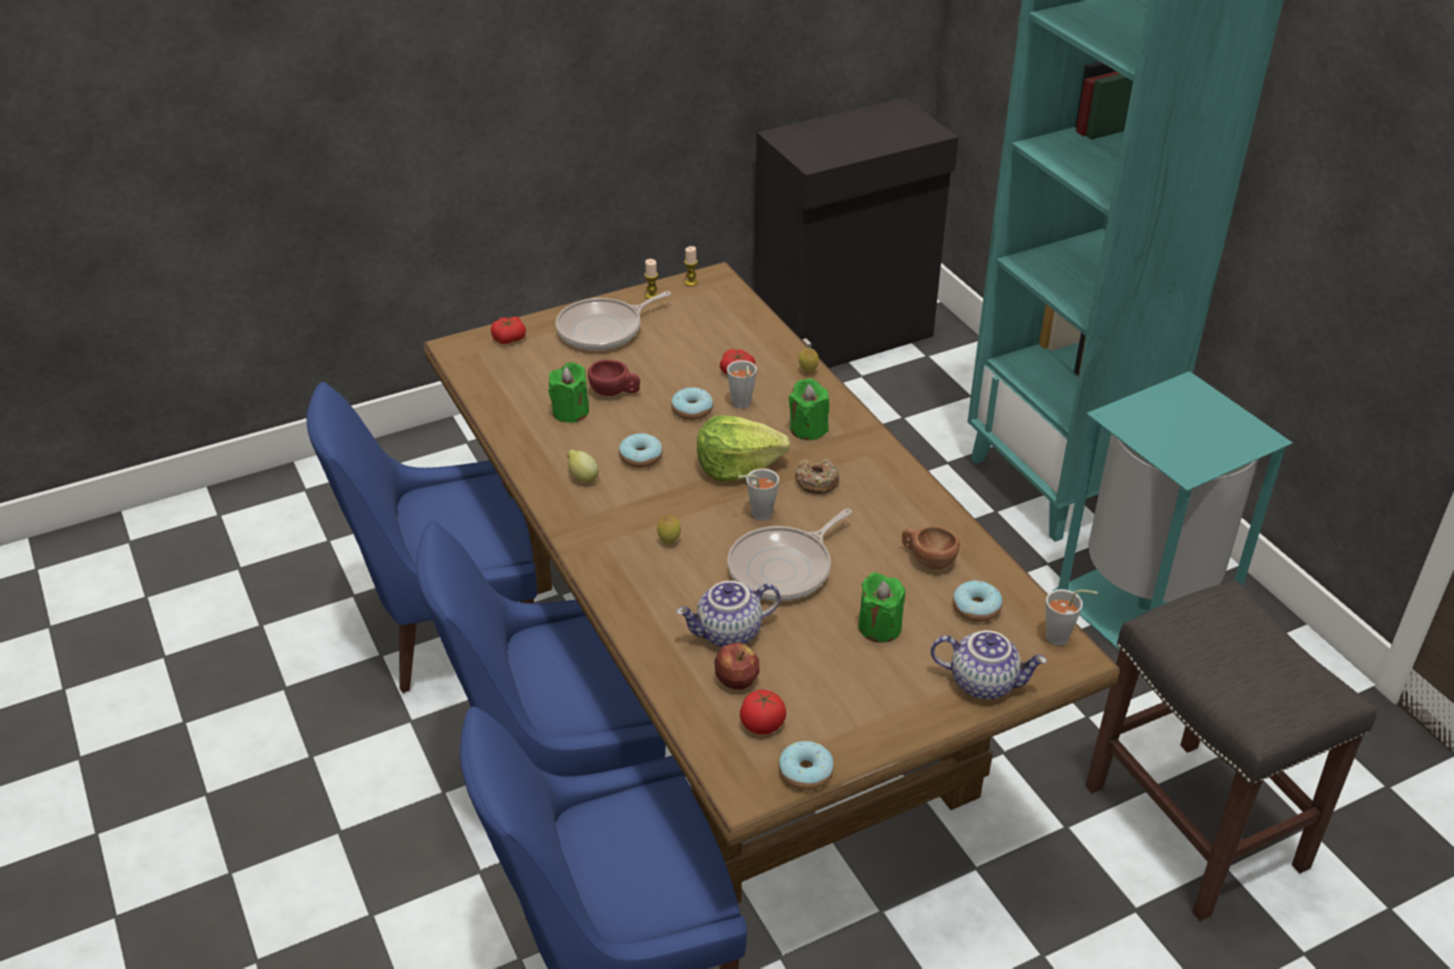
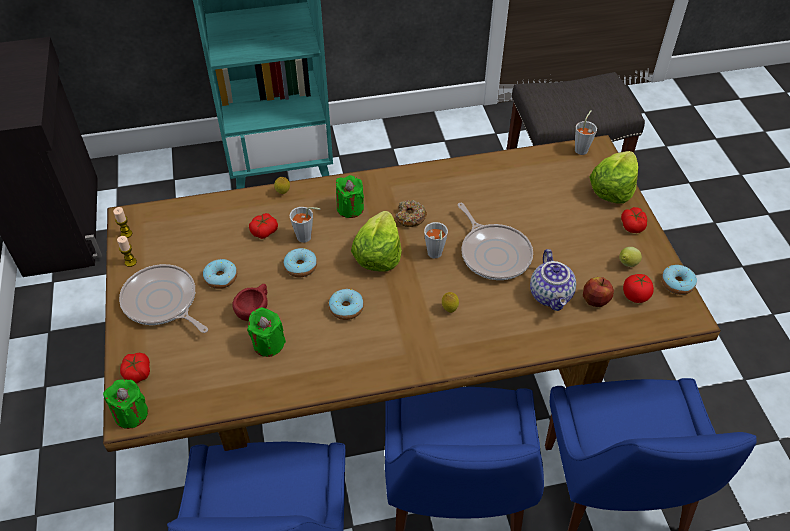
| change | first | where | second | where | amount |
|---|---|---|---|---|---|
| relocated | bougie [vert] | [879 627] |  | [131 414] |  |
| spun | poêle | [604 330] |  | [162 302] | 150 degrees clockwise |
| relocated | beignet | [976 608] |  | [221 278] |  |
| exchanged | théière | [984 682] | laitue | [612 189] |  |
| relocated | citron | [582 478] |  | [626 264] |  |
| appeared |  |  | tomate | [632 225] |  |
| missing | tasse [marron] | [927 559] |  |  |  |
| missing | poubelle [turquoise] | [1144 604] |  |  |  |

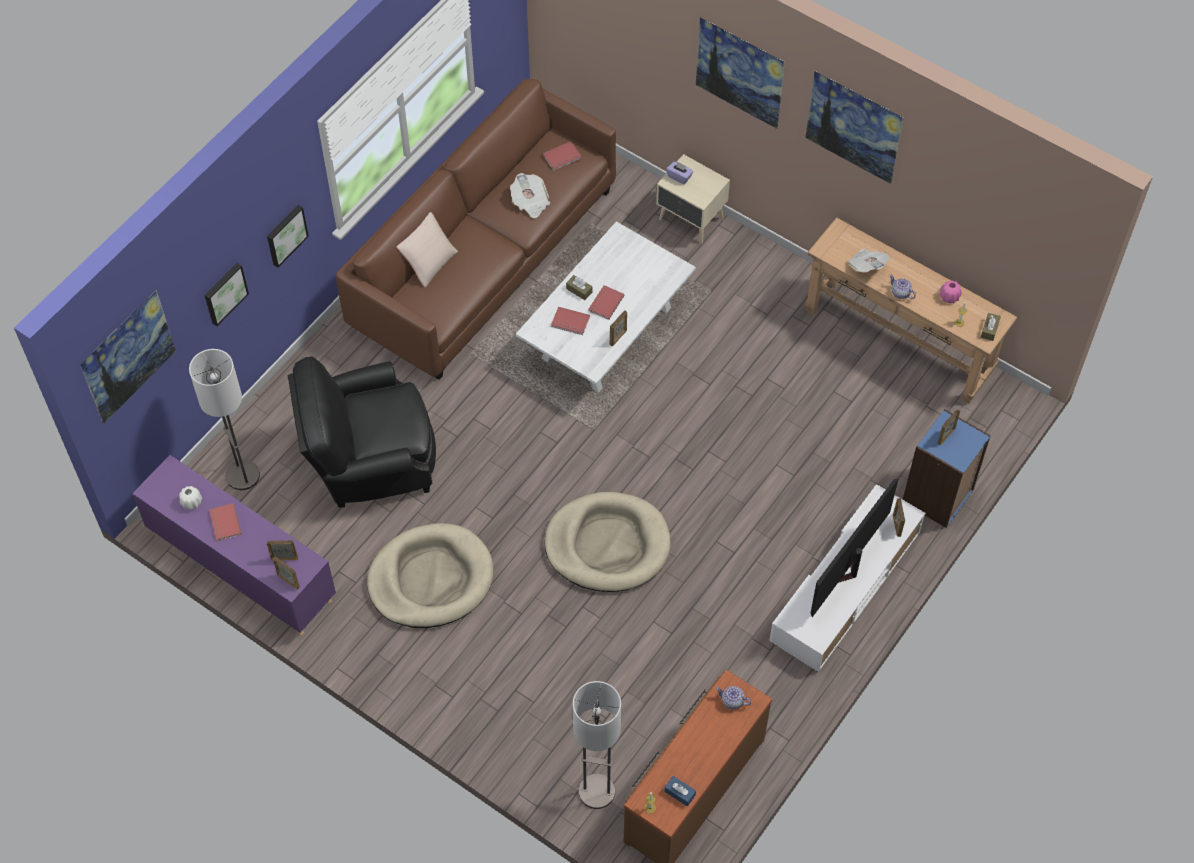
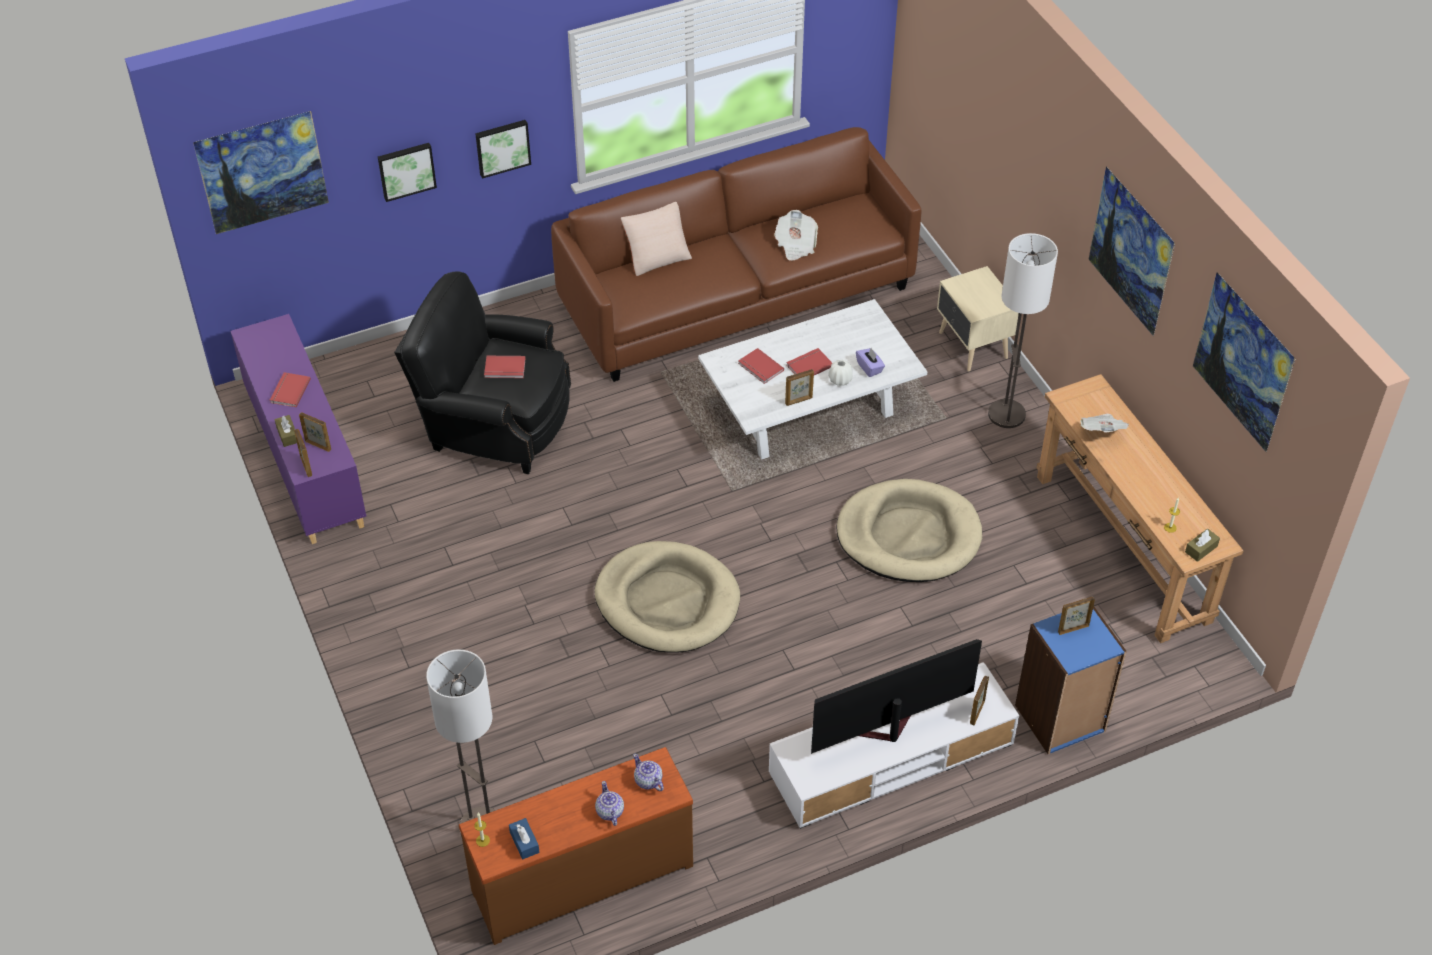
| change | first | where | second | where | amount |
|---|---|---|---|---|---|
| relocated | boîte à mouchoirs [marron] | [579 290] |  | [287 435] |  |
| relocated | livre [rouge] | [562 157] |  | [505 369] |  |
| relocated | théière | [900 293] |  | [609 812] |  |
| relocated | vase [blanc] | [191 502] |  | [840 380] |  |
| relocated | panier pour chien [beige] | [431 579] |  | [908 535] |  |
| relocated | boîte à mouchoirs [violet] | [679 177] |  | [869 368] |  |
| relocated | lampadaire | [242 475] |  | [1006 414] |  |
| relocated | tableau | [737 90] |  | [1235 385] |  |
| missing | vase [rose] | [949 297] |  |  |  |

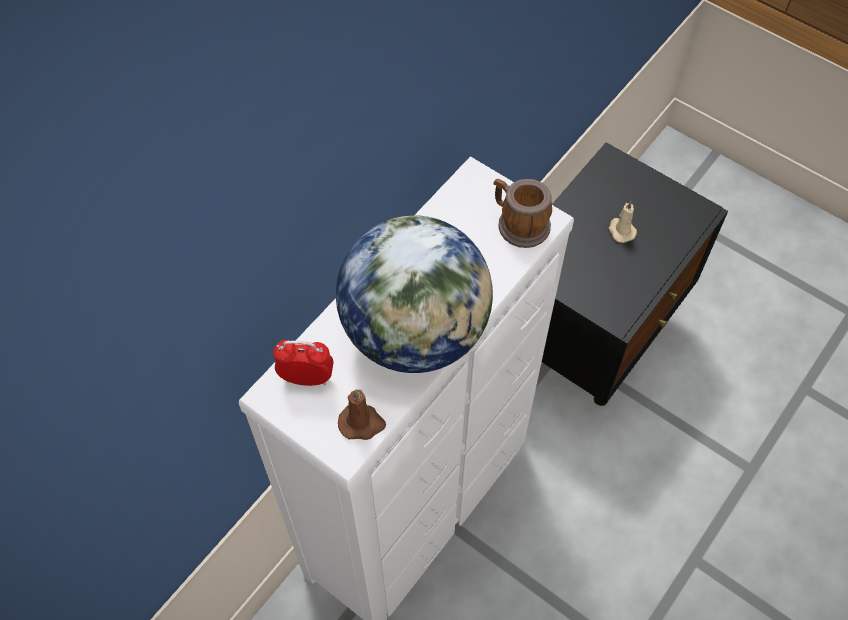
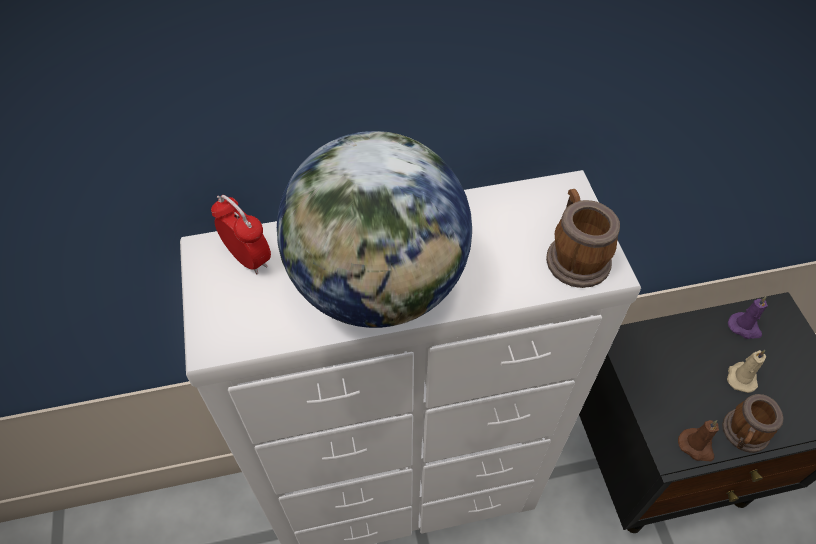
| change | first | where | second | where | amount |
|---|---|---|---|---|---|
| relocated | bougie [marron] | [362 423] |  | [696 446] |  |
| appeared |  |  | mug | [743 435] |  |
| appeared |  |  | bougie [violet] | [744 327] |  |

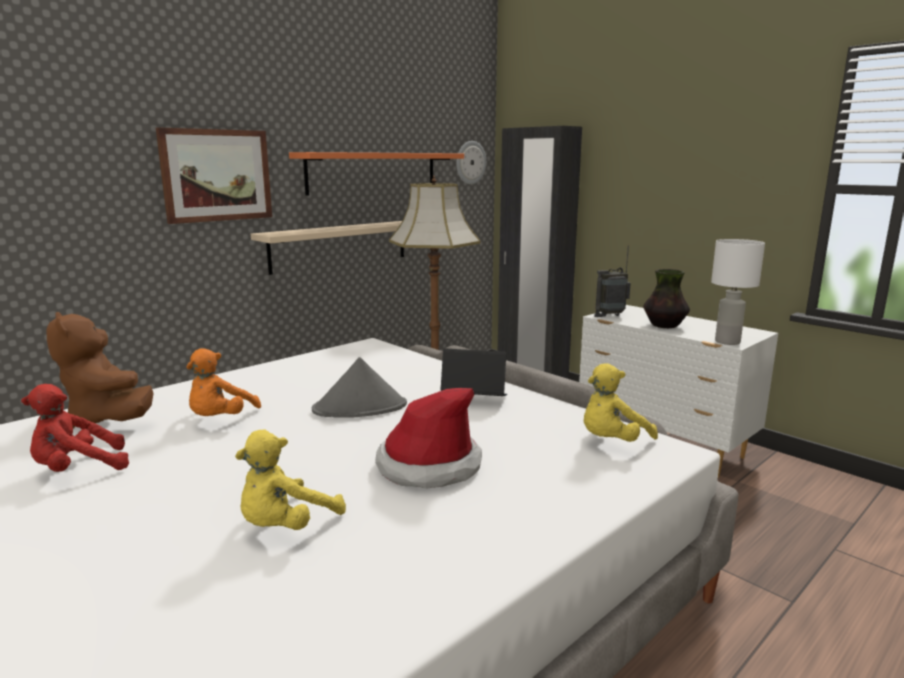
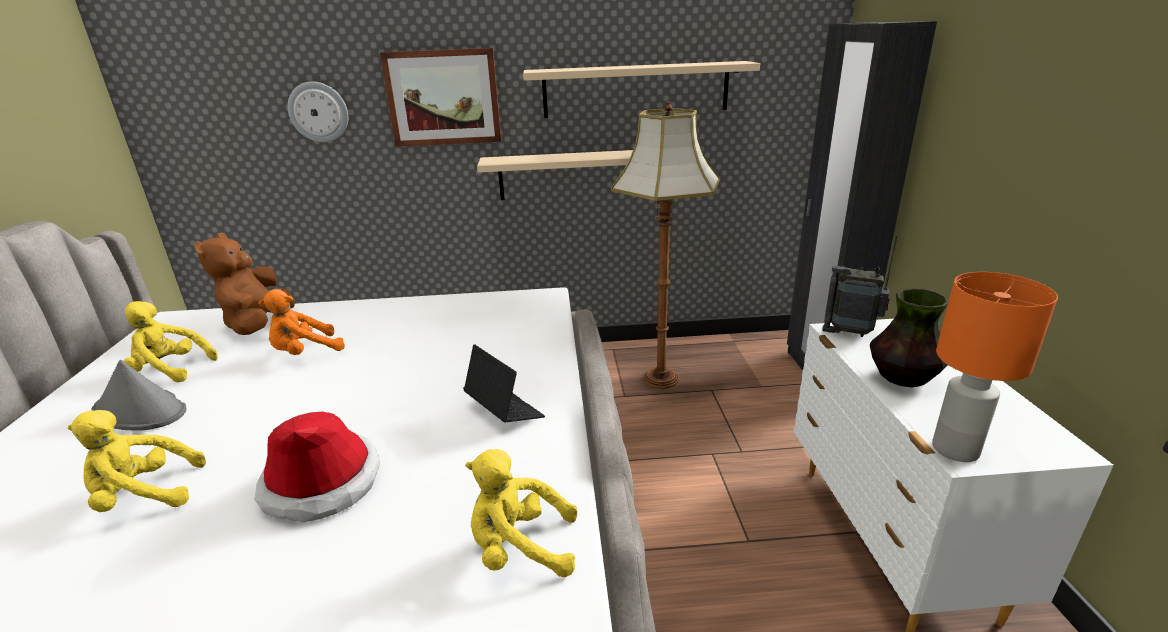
| change | first | where | second | where | amount |
|---|---|---|---|---|---|
| relocated | chapeau [gris] | [360 408] |  | [140 411] |  |
| colour | peluche [rouge] | [78 469] | peluche [jaune] | [170 370] |  |
| relocated | horloge murale | [470 162] |  | [318 112] |  |
| colour | étagère [orange] | [373 172] | étagère [beige] | [636 89] |  |
| colour | lampe de table [blanc] | [727 342] | lampe de table [orange] | [954 449] |  |

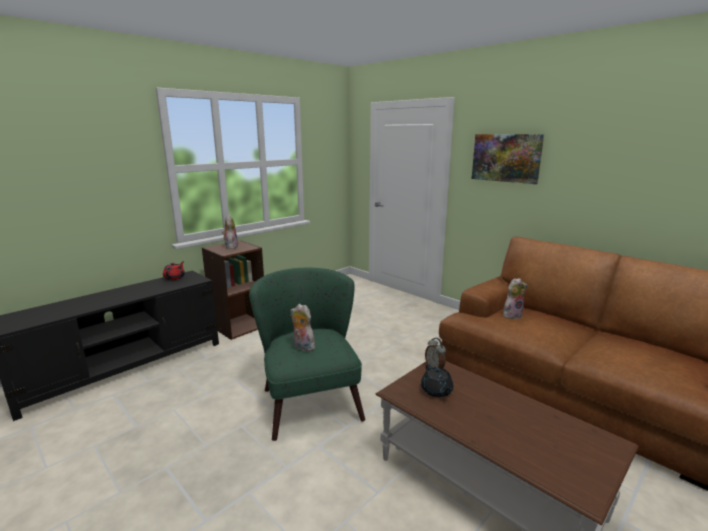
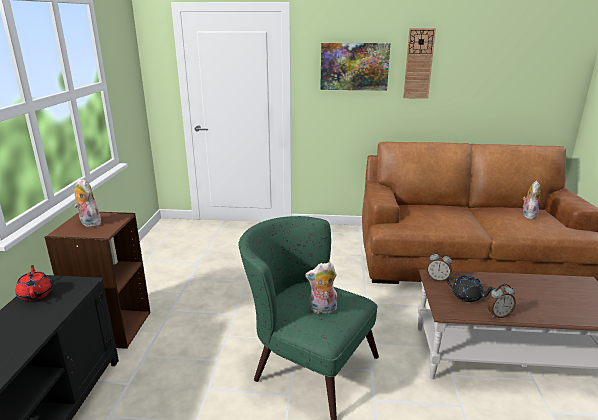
| change | first | where | second | where | amount |
|---|---|---|---|---|---|
| appeared |  |  | horloge murale | [418 64] |  |
| appeared |  |  | réveil | [498 315] |  |
| relocated | peluche | [512 315] |  | [528 215] |  |

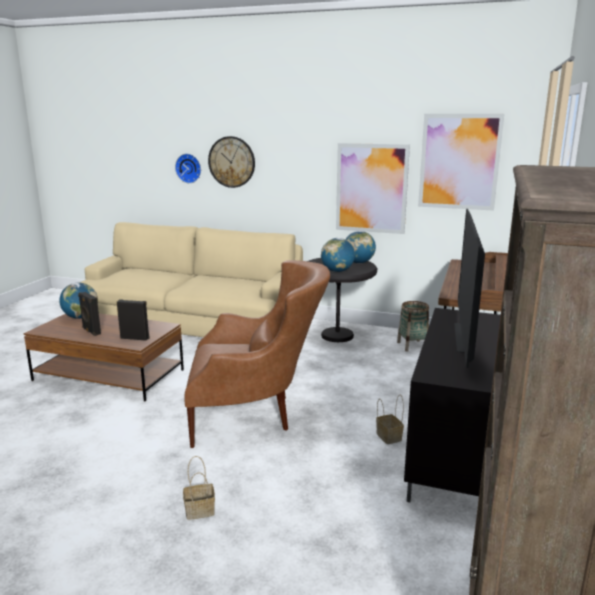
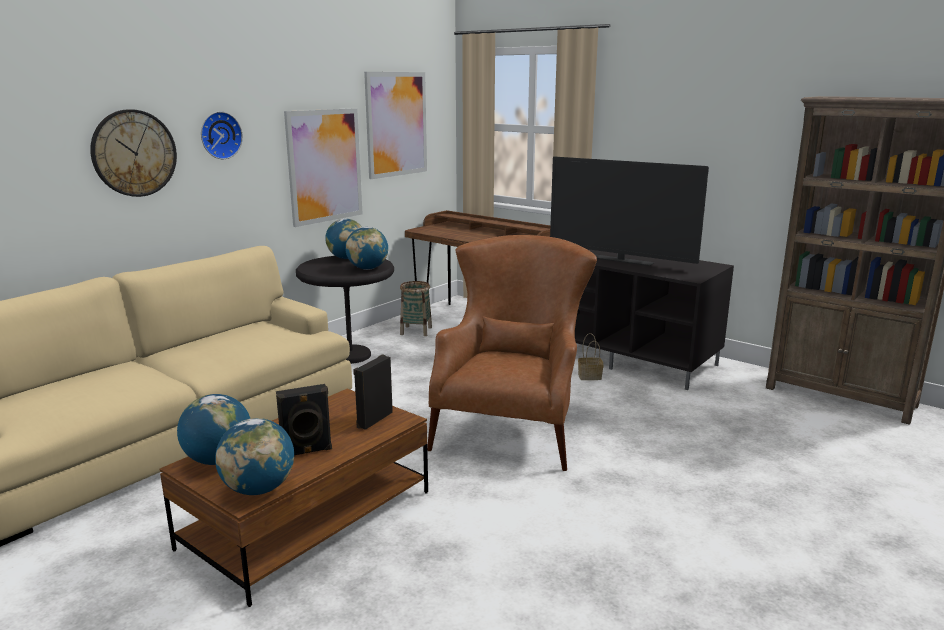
| change | first | where | second | where | amount |
|---|---|---|---|---|---|
| relocated | horloge murale | [189 168] |  | [219 135] |  |
| appeared |  |  | globe | [259 489] |  |
| missing | panier | [198 511] |  |  |  |

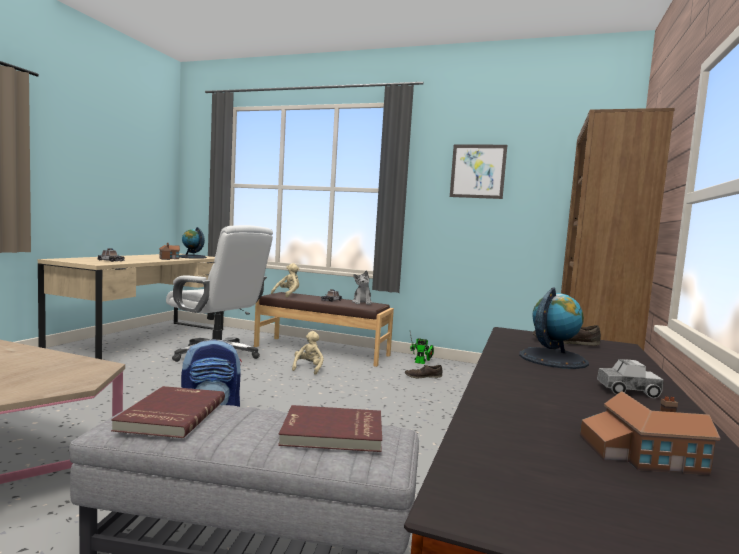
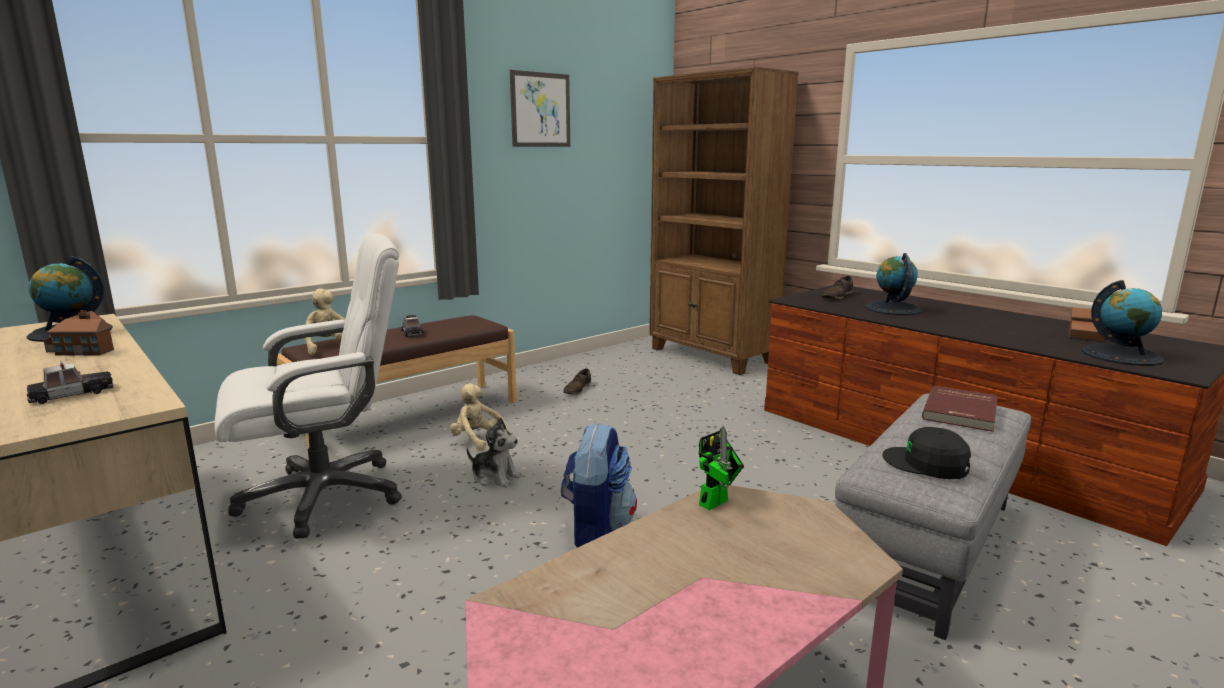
| change | first | where | second | where | amount |
|---|---|---|---|---|---|
| relocated | peluche | [362 302] |  | [495 477] |  |
| relocated | robot jouet | [421 363] |  | [716 501] |  |
| exchanged | livre [rouge] | [170 415] | casquette [noir] | [926 463] |  |
| appeared |  |  | globe | [1121 355] |  |
| missing | camion jouet | [627 391] |  |  |  |

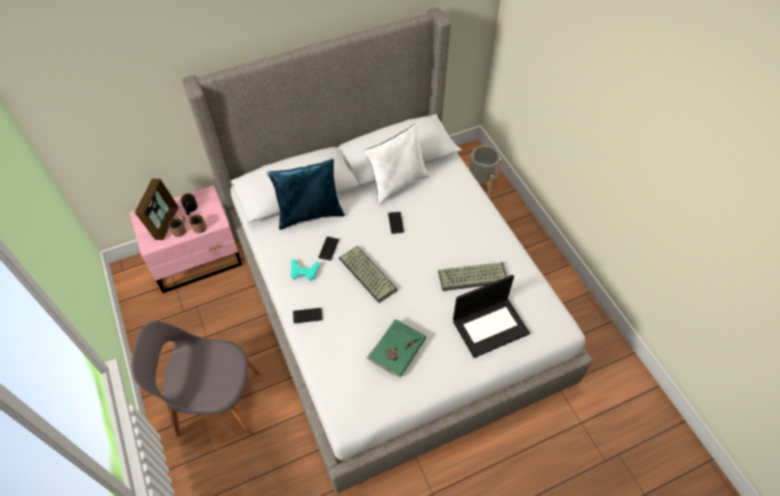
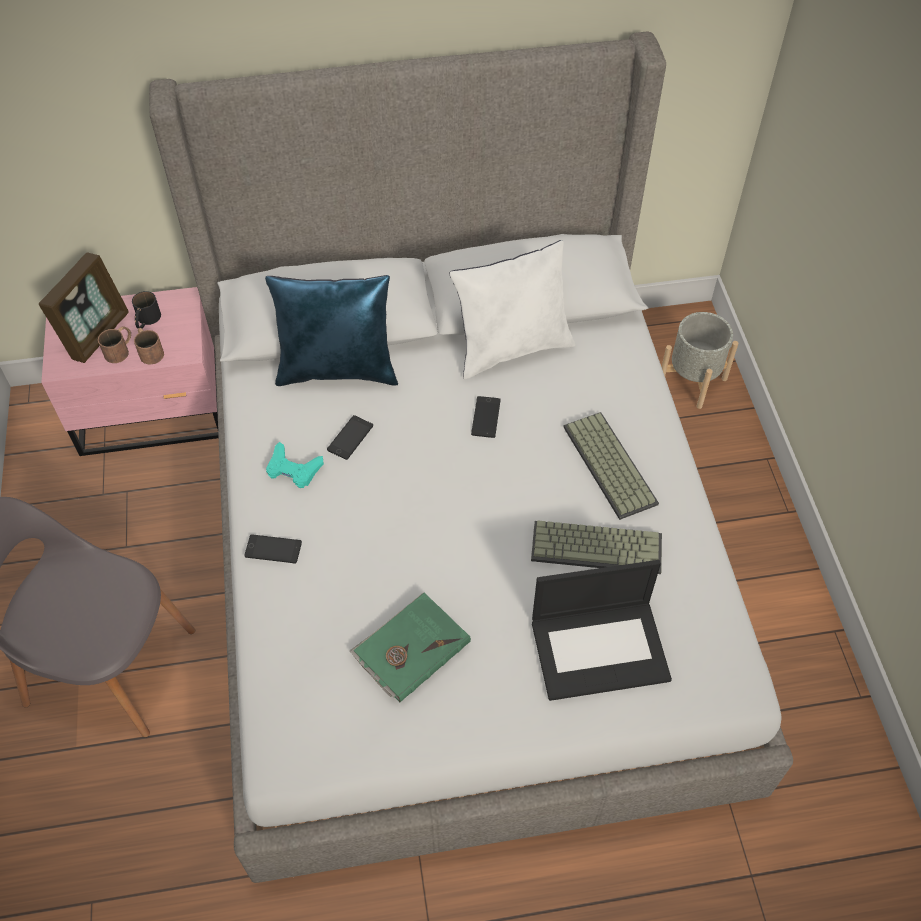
| change | first | where | second | where | amount |
|---|---|---|---|---|---|
| relocated | clavier | [366 274] |  | [607 465] |  |

